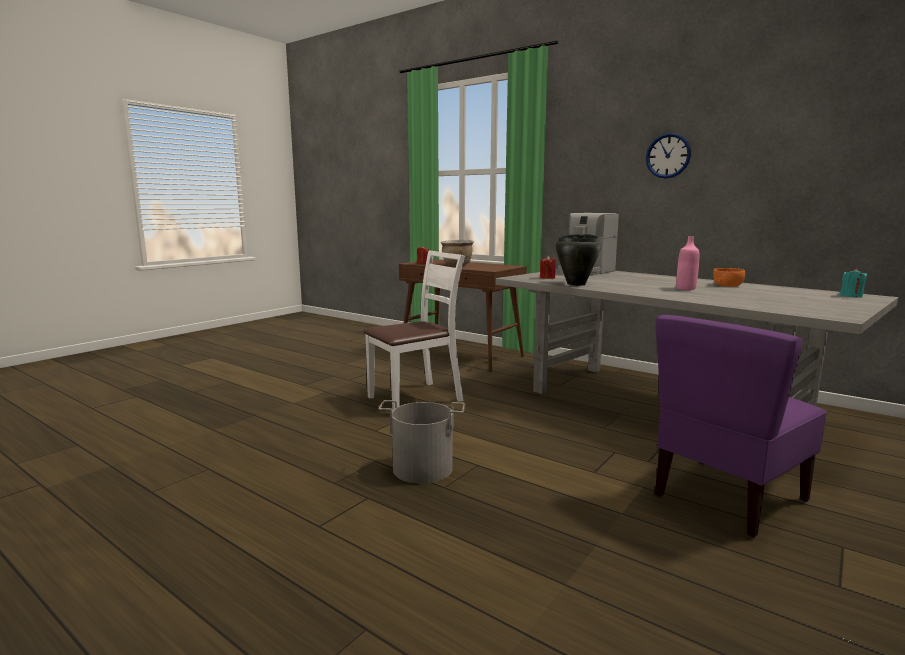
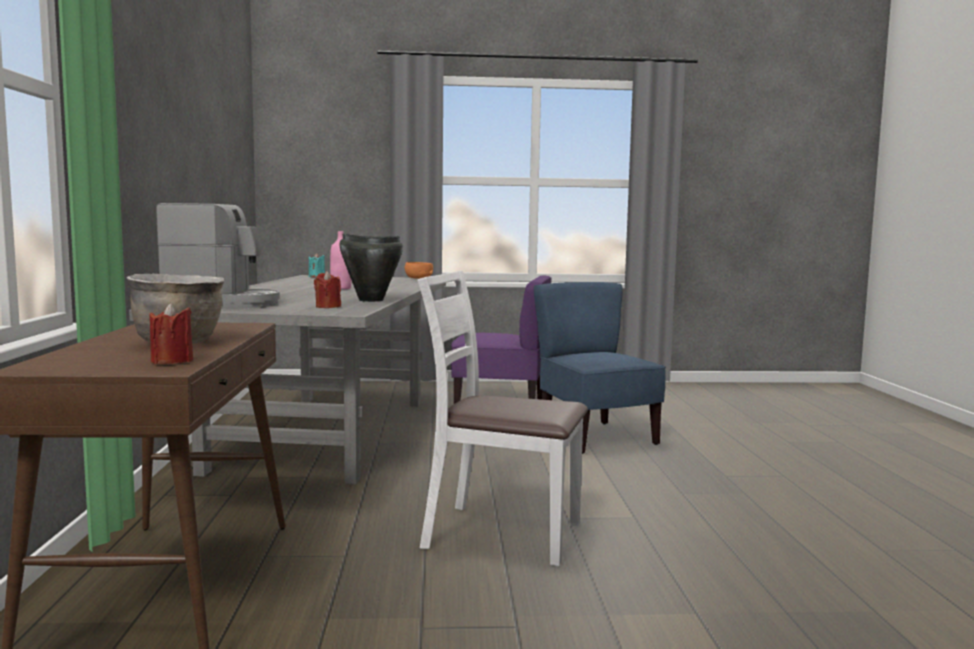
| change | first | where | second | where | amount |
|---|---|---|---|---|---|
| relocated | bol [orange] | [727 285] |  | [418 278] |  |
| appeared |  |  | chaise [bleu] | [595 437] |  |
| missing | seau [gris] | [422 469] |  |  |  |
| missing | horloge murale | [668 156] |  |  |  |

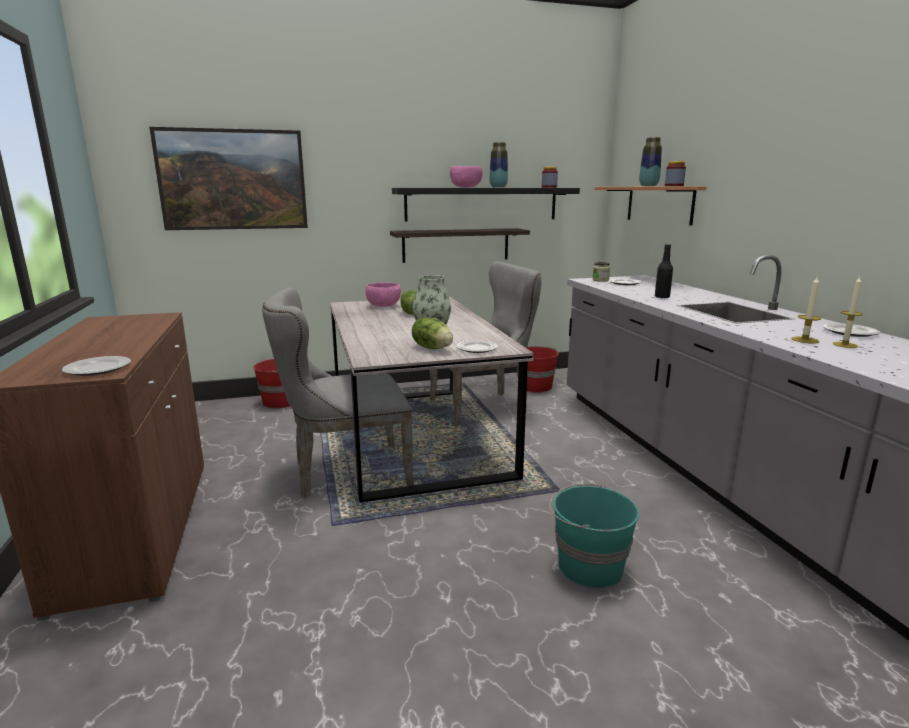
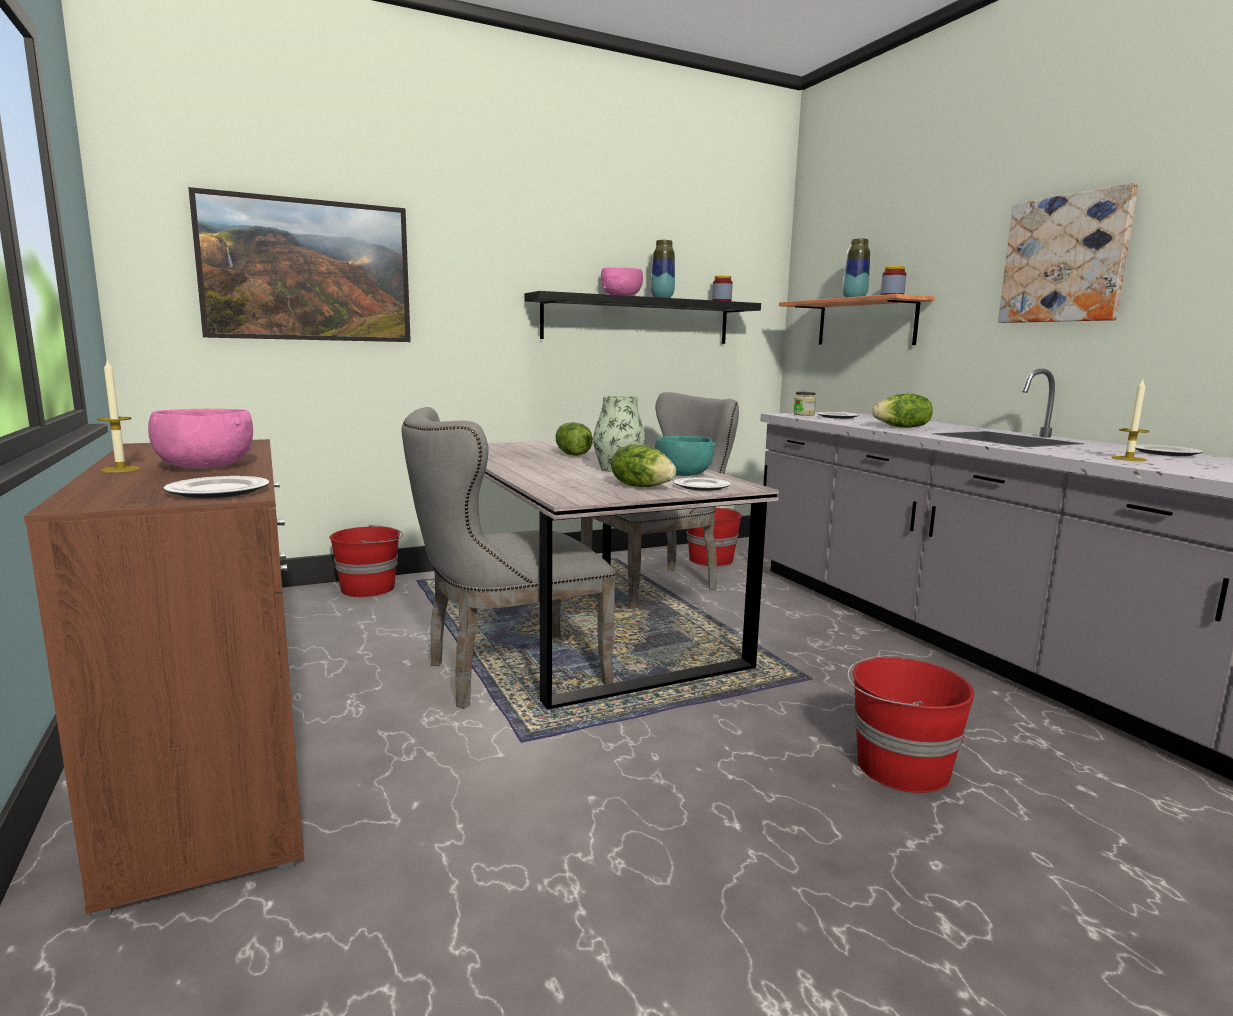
| change | first | where | second | where | amount |
|---|---|---|---|---|---|
| relocated | bougie | [845 345] |  | [121 469] |  |
| relocated | bol [rose] | [383 306] |  | [205 467] |  |
| appeared |  |  | bol [turquoise] | [683 475] |  |
| colour | seau [turquoise] | [588 566] | seau [rouge] | [899 767] |  |
| exchanged | bouteille [noir] | [662 297] | laitue | [902 427] |  |
| appeared |  |  | tableau | [1065 259] |  |
| missing | étagère | [456 245] |  |  |  |

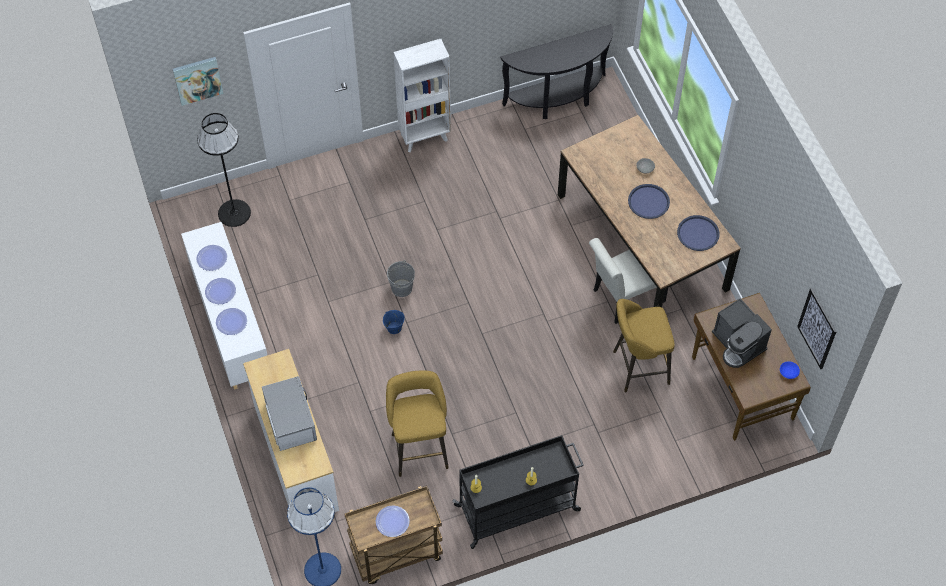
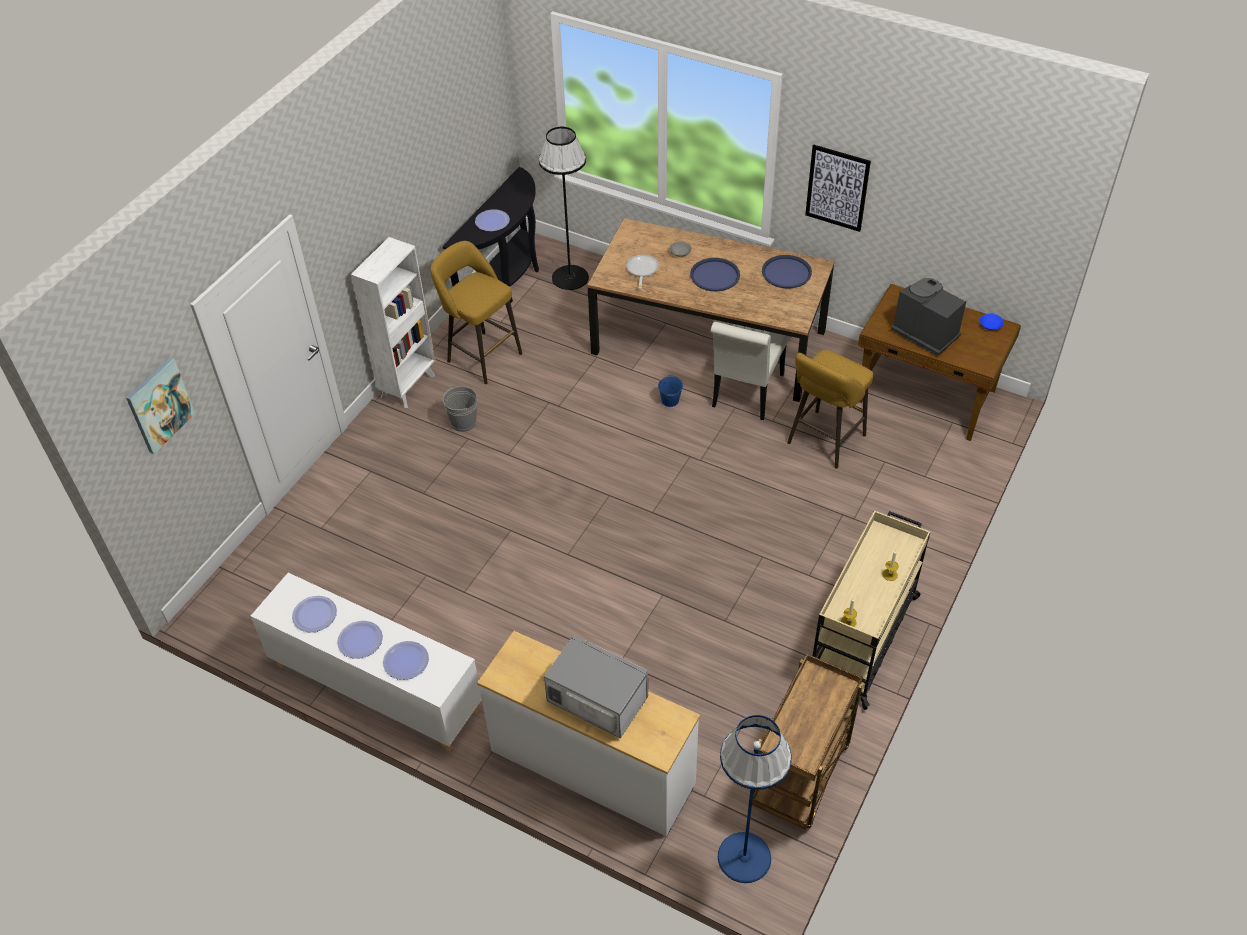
| change | first | where | second | where | amount |
|---|---|---|---|---|---|
| relocated | tabouret [jaune] | [419 447] |  | [481 355] |  |
| relocated | seau [gris] | [402 288] |  | [463 422] |  |
| relocated | assiette | [392 521] |  | [492 221] |  |
| relocated | lampadaire [noir] | [234 213] |  | [570 277] |  |
| appeared |  |  | poêle | [641 270] |  |
| relocated | seau [bleu] | [394 328] |  | [670 401] |  |
| relocated | tableau | [817 328] |  | [837 188] |  |
| colour | chariot [noir] | [518 507] | chariot [beige] | [862 638] |  |
| spun | machine à café | [738 344] |  | [924 332] | 150 degrees counterclockwise |

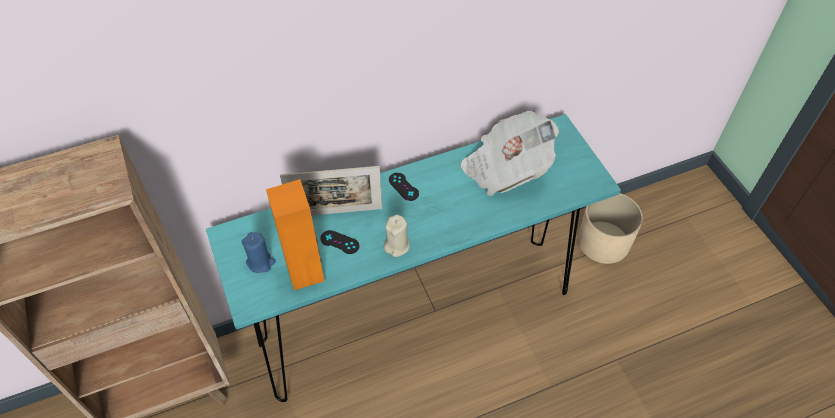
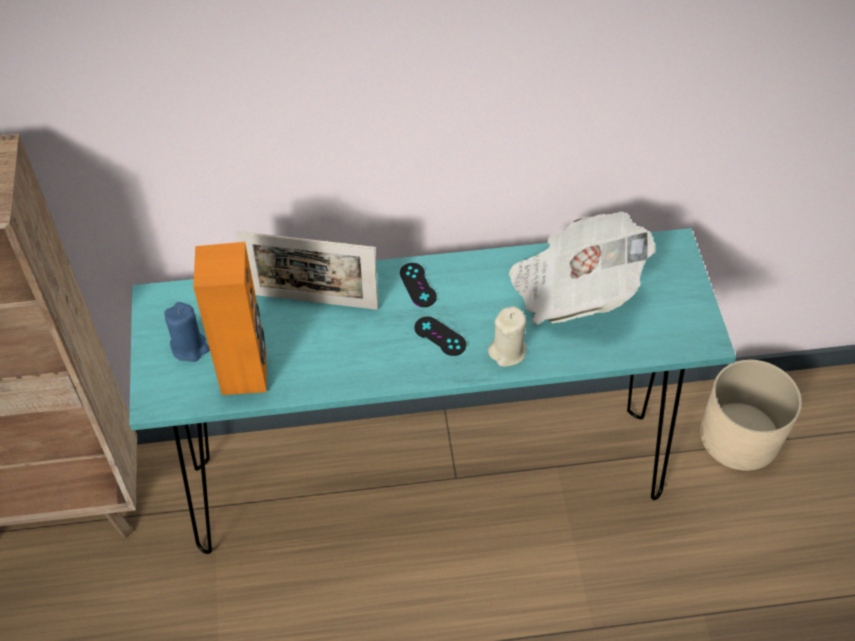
| change | first | where | second | where | amount |
|---|---|---|---|---|---|
| relocated | manette [noir] | [339 242] |  | [440 336] |  |
| relocated | bougie [beige] | [397 245] |  | [507 351] |  |

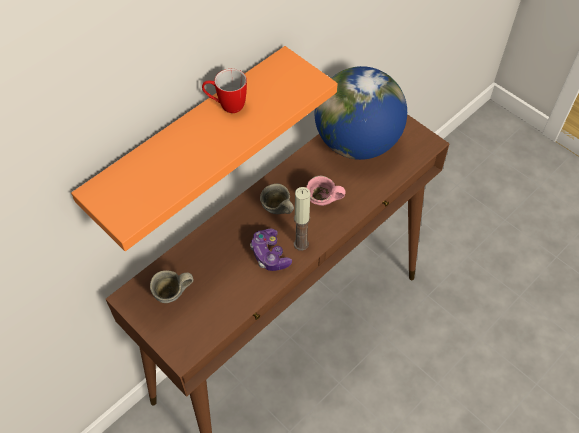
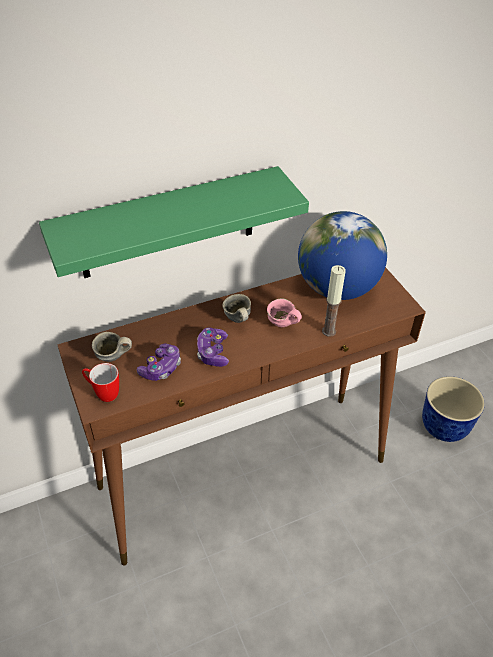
| change | first | where | second | where | amount |
|---|---|---|---|---|---|
| colour | étagère [orange] | [190 141] | étagère [vert] | [168 224] |  |
| relocated | mug | [226 106] |  | [103 393] |  |
| appeared |  |  | manette | [161 368] |  |
| relocated | bougie | [301 244] |  | [329 331] |  |
| appeared |  |  | cache-pot | [444 427] |  |

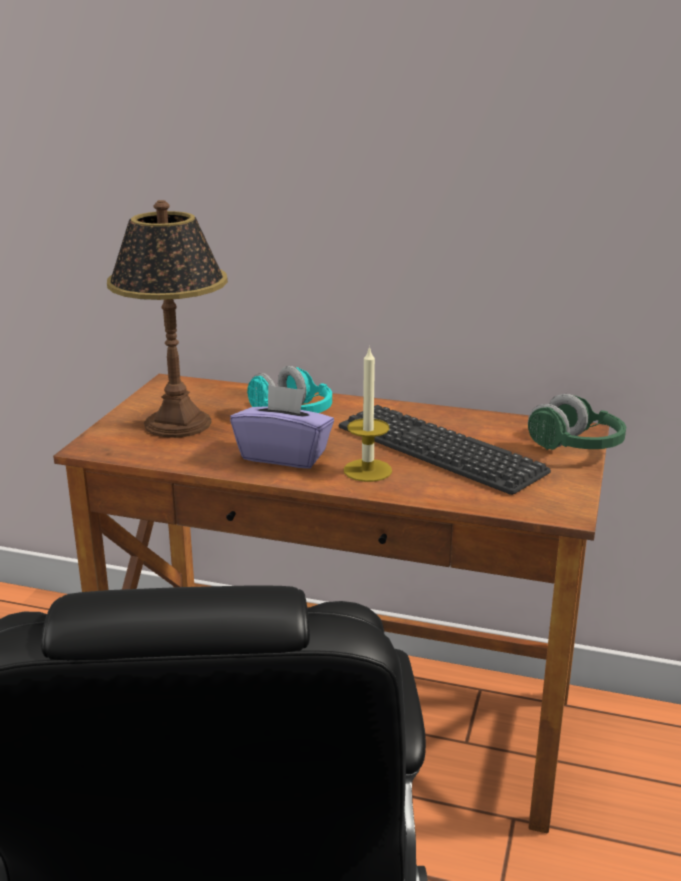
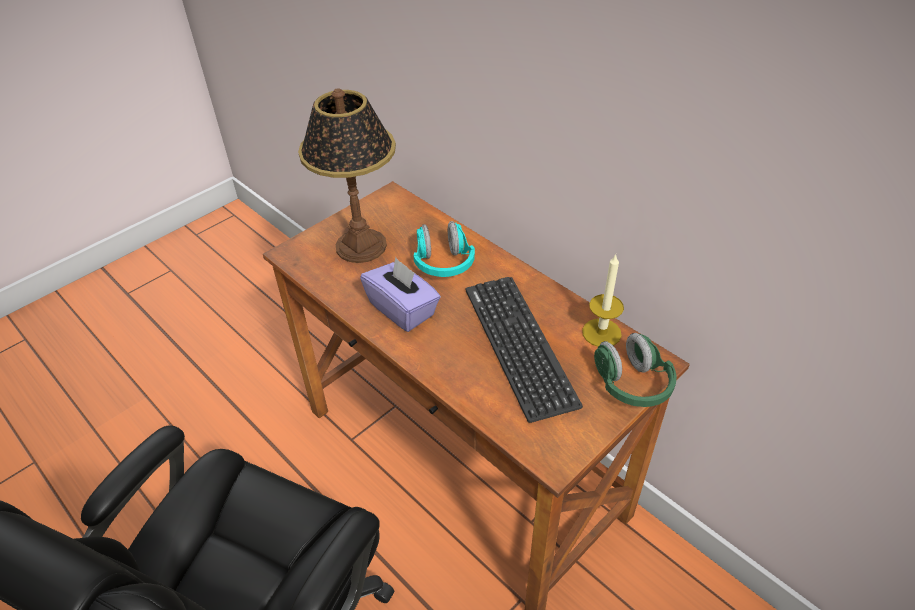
| change | first | where | second | where | amount |
|---|---|---|---|---|---|
| relocated | bougie | [367 470] |  | [601 333] |  |

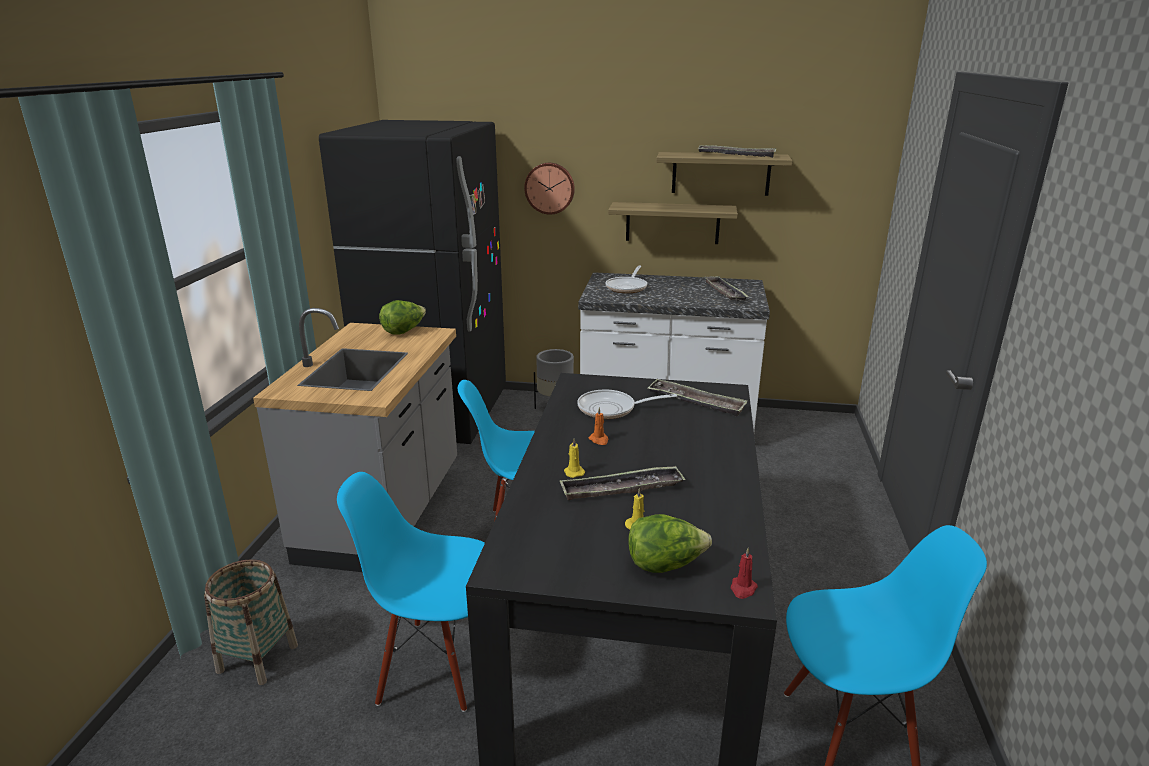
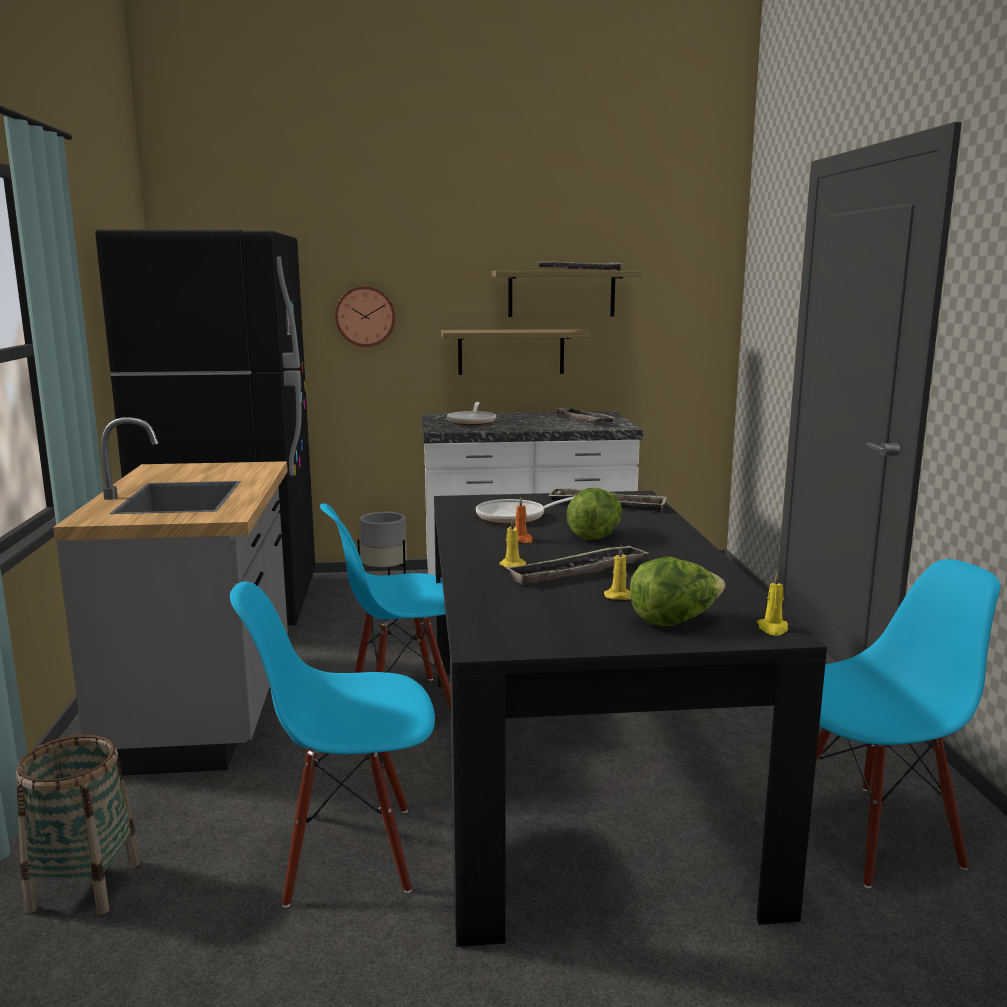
| change | first | where | second | where | amount |
|---|---|---|---|---|---|
| relocated | laitue | [404 331] |  | [595 535] |  |
| colour | bougie [rouge] | [743 589] | bougie [jaune] | [773 629] |  |

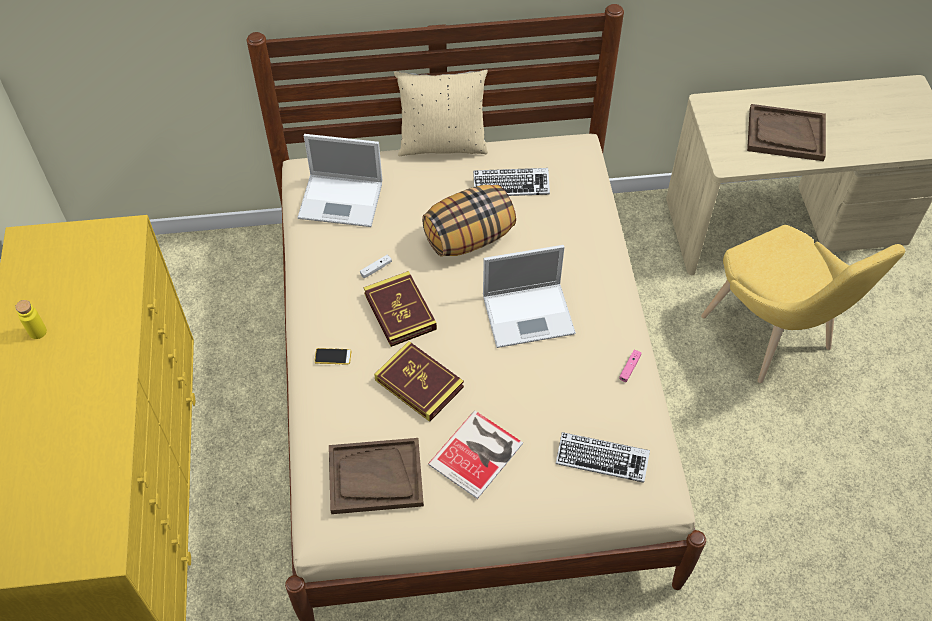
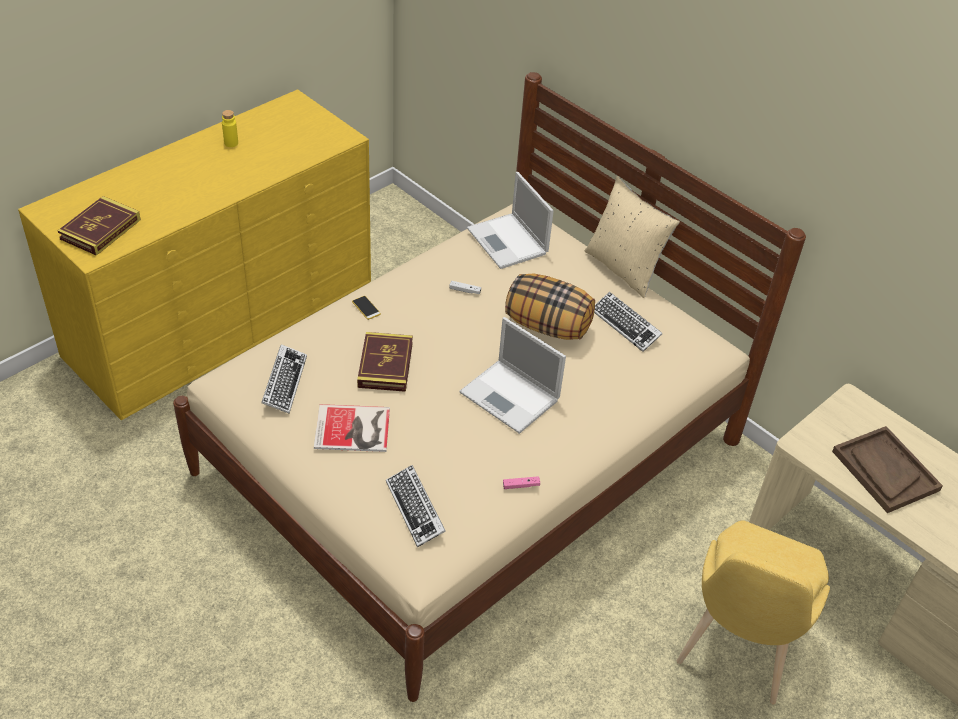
| change | first | where | second | where | amount |
|---|---|---|---|---|---|
| relocated | livre | [400 311] |  | [100 229] |  |
| exchanged | plateau [marron] | [375 477] | clavier | [284 382] |  |

